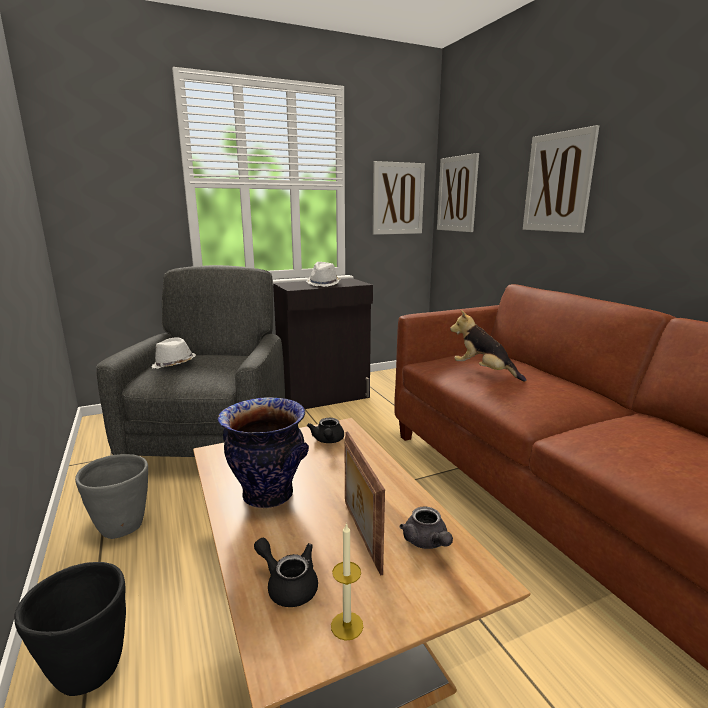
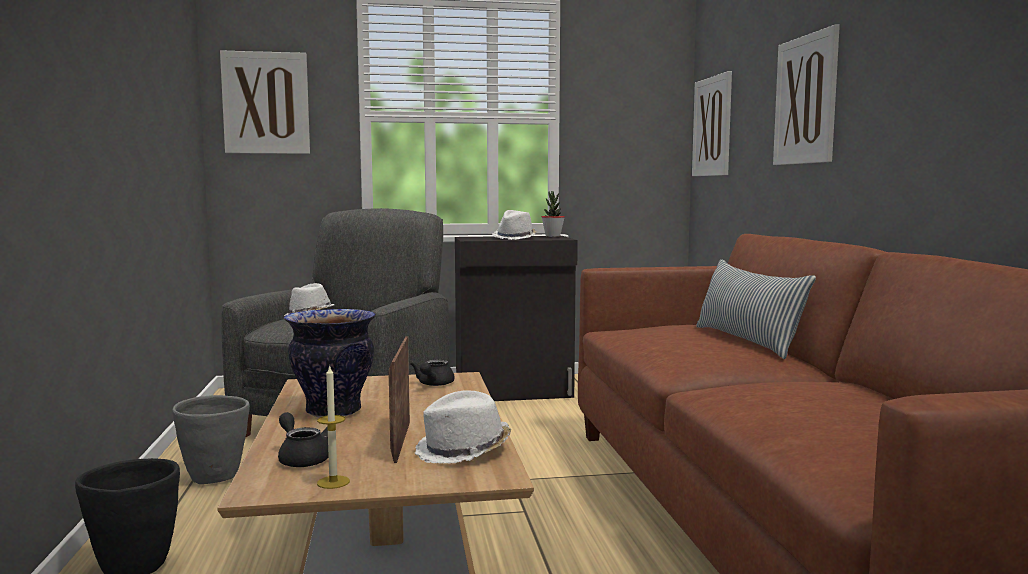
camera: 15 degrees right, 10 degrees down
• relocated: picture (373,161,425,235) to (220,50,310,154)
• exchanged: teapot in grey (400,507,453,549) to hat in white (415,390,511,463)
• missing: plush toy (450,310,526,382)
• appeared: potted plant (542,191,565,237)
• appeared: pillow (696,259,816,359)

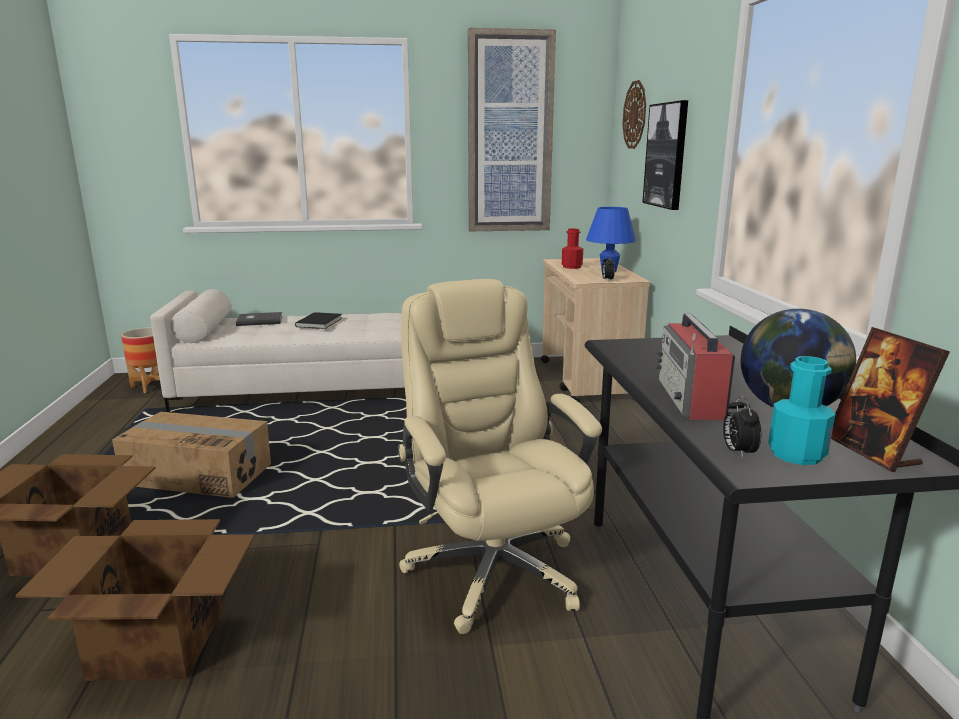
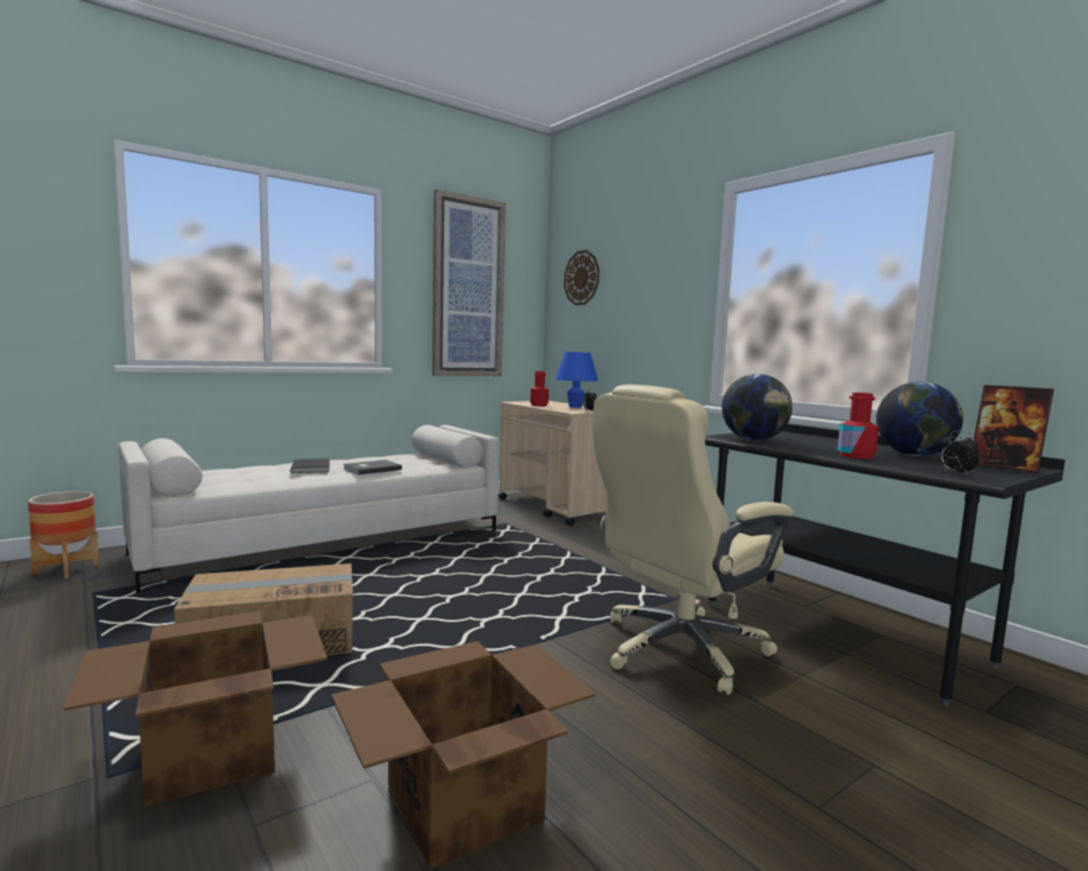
camera: 30 degrees left, 10 degrees down
• relocated: book in grey (236,312,282,326) to (343,460,402,475)
• spun: office chair in beige (398,279,602,634) = (593,384,794,695) 75 degrees counterclockwise
• missing: picture (642,100,688,210)
• exchanged: radio (656,314,735,420) to bottle in red (837,392,879,459)
• missing: bottle in turquoise (768,356,835,465)
• appeared: globe (722,374,792,440)

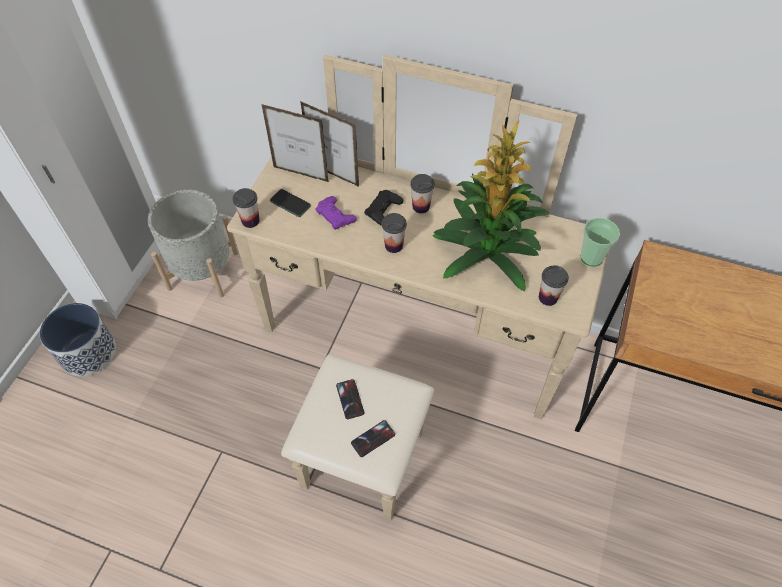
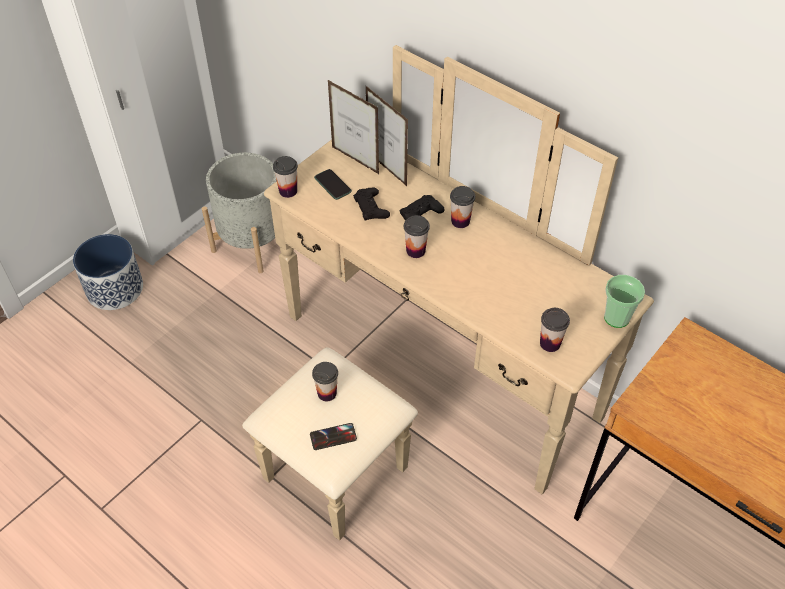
camera: 20 degrees right, 5 degrees down
• colour: game controller in purple (315,196,357,230) to game controller in black (353,188,390,221)
• exchanged: phone (336,379,365,419) to cup (312,362,338,402)
• missing: potted plant (432,120,549,292)

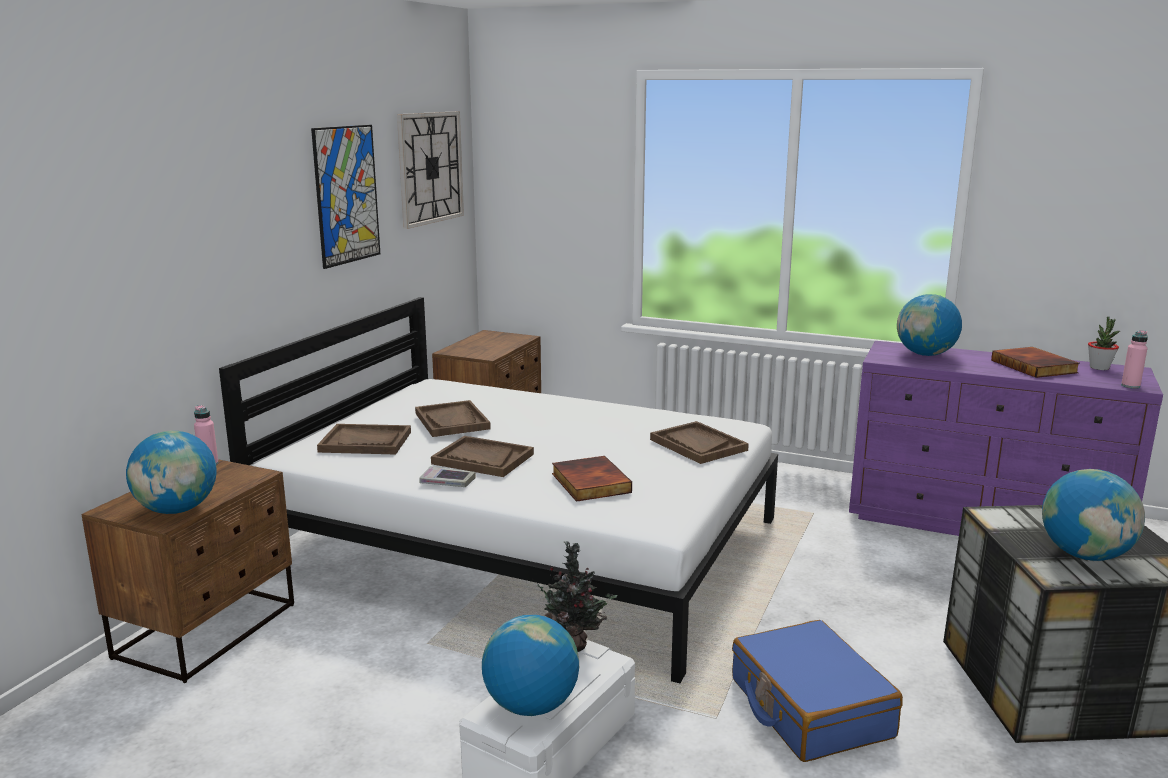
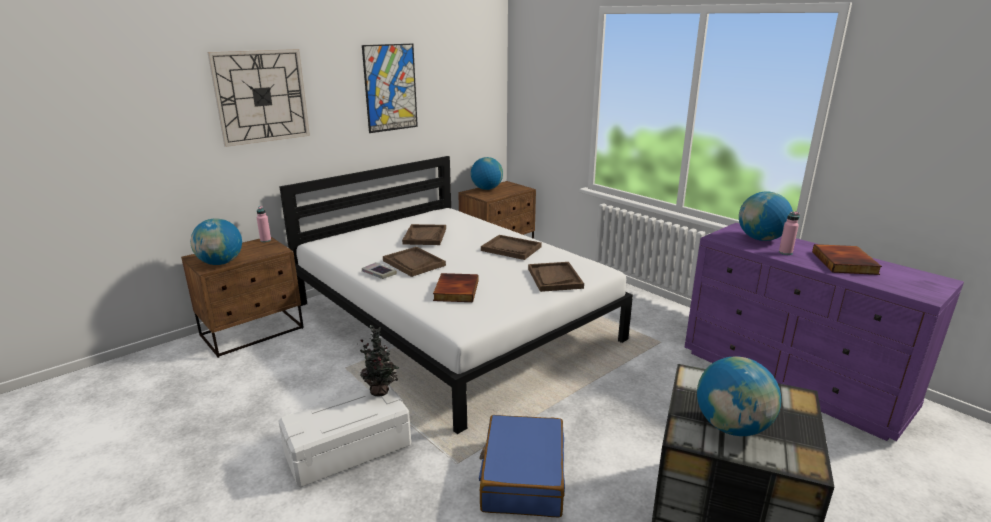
camera: 25 degrees right, 5 degrees up
• relocated: tray in brown (317,424,411,455) to (481,235,542,260)
• relocated: wall clock (397,111,464,229) to (207,49,310,147)
• relocated: globe (482,615,579,716) to (471,157,503,190)
• missing: potted plant (1088,317,1120,370)
• relocated: bottle in pink (1121,330,1148,389) to (779,211,800,255)

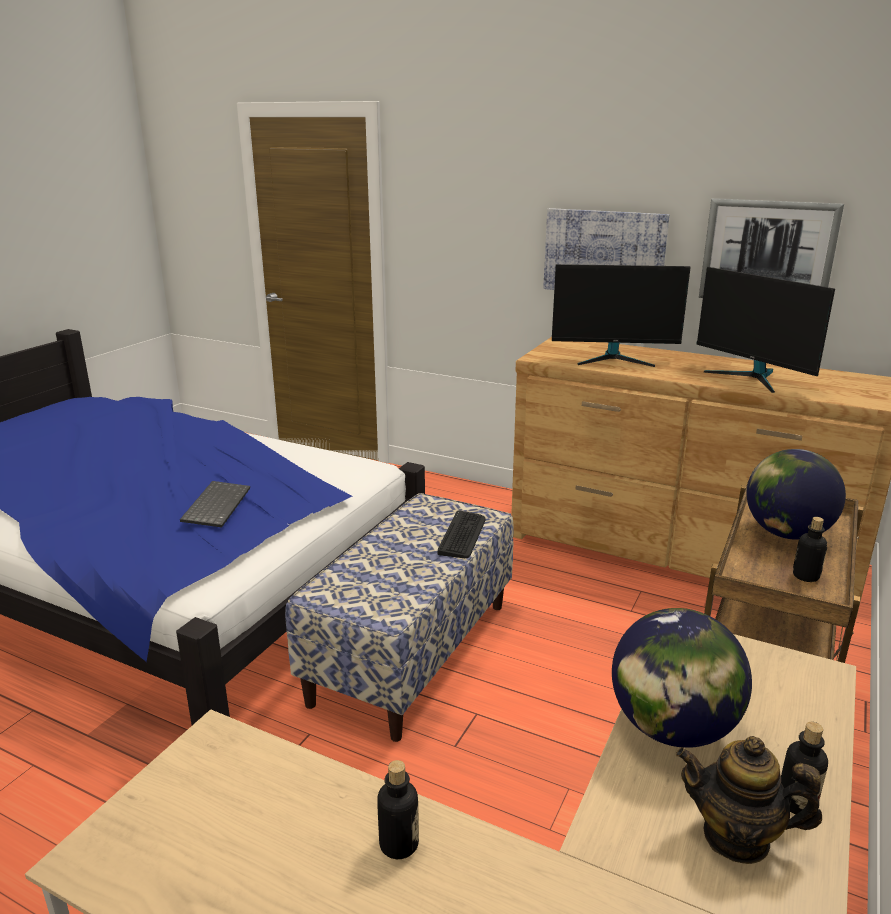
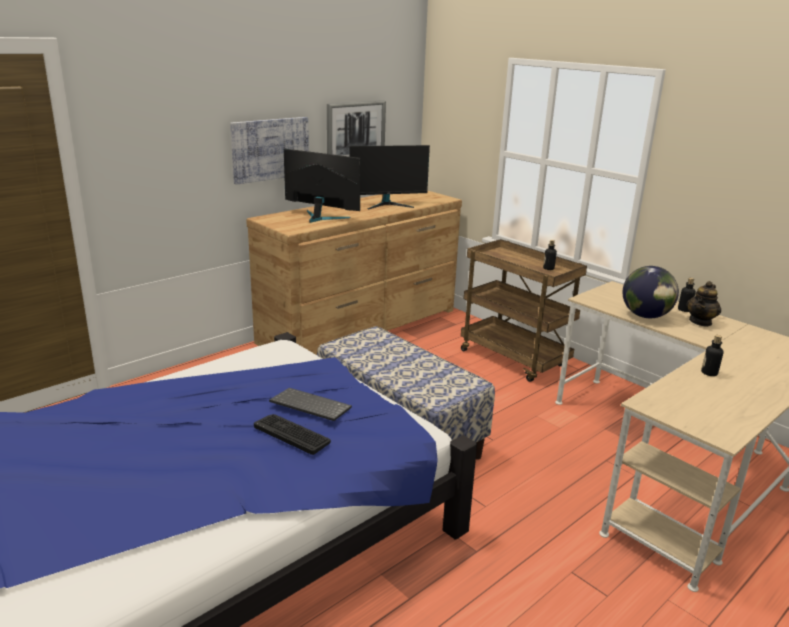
camera: 70 degrees left, 0 degrees up
• relocated: keyboard (438,510,486,558) to (254,414,331,455)
• spun: monitor (552,264,691,367) = (284,149,361,223) 90 degrees counterclockwise
• missing: globe (747,449,846,540)

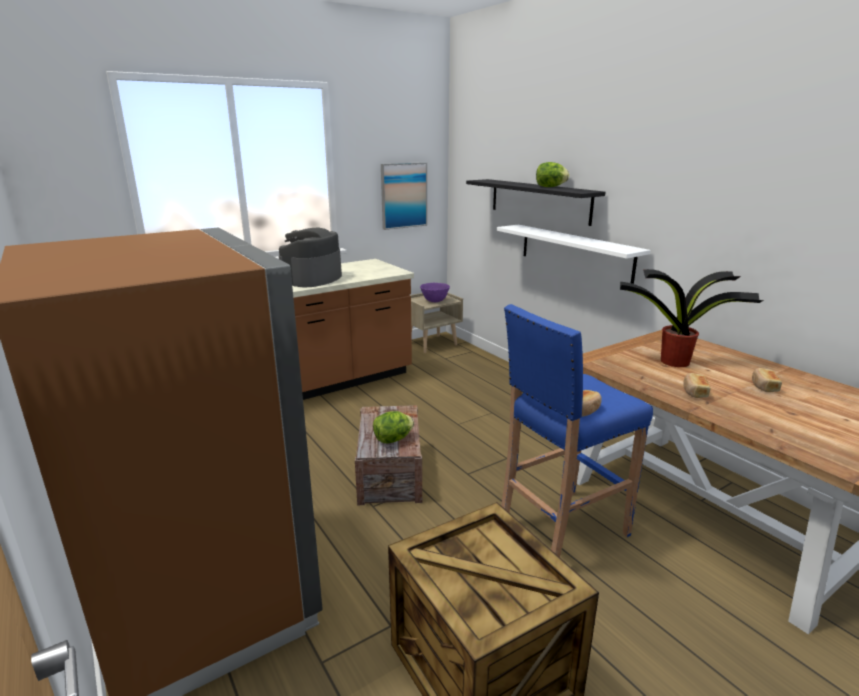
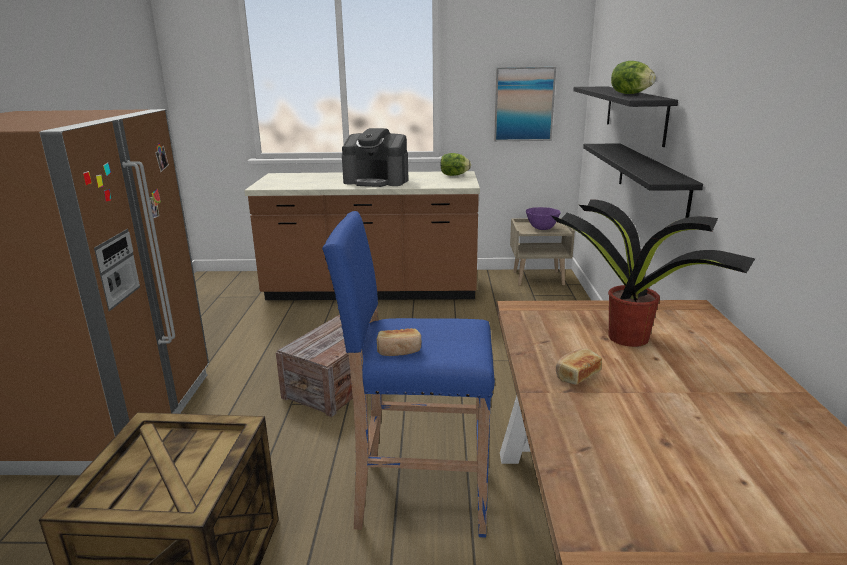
camera: 35 degrees right, 0 degrees up
• spun: coffee machine (279,228,342,287) = (342,128,408,187) 135 degrees counterclockwise
• relocated: lettuce (373,411,414,443) to (440,153,471,176)
• colour: shelf in white (496,225,651,284) to shelf in black (583,143,703,231)
• missing: bread (752,368,782,392)

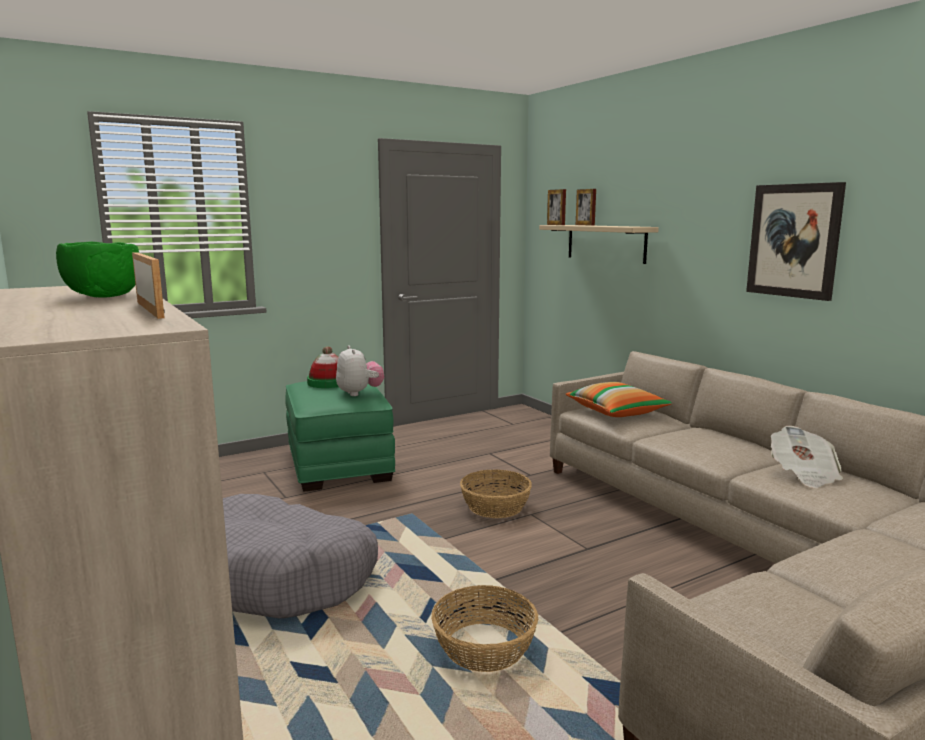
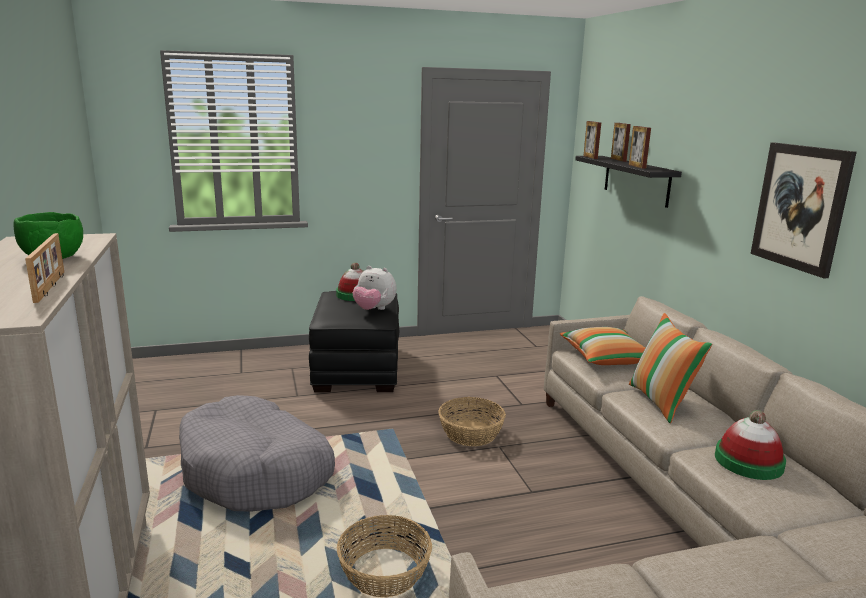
camera: 15 degrees right, 5 degrees up
• colour: ottoman in green (285,381,395,492) to ottoman in black (309,291,399,392)
• spun: plush toy (336,345,384,396) = (353,266,396,310) 120 degrees clockwise
• colour: shelf in beige (539,225,659,264) to shelf in black (575,156,682,208)
• exchanged: newspaper (771,426,843,488) to hat (715,410,786,480)
• appeared: picture frame (629,126,651,169)
• appeared: pillow (629,313,712,423)

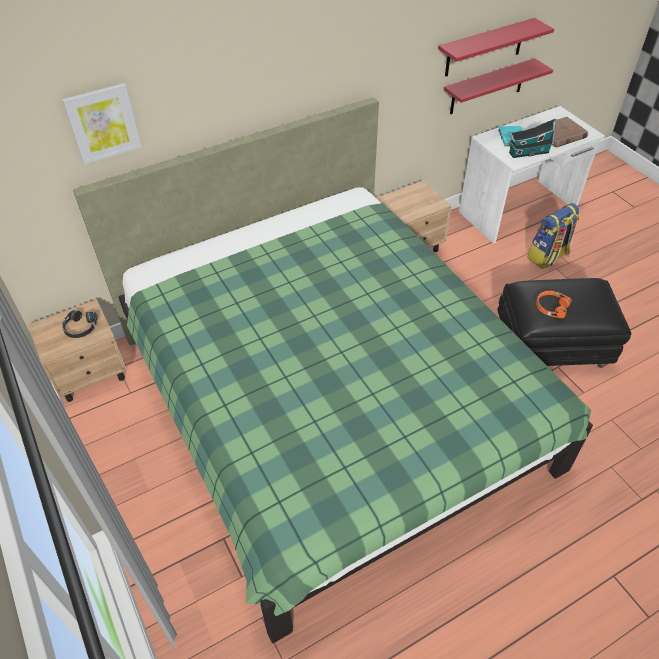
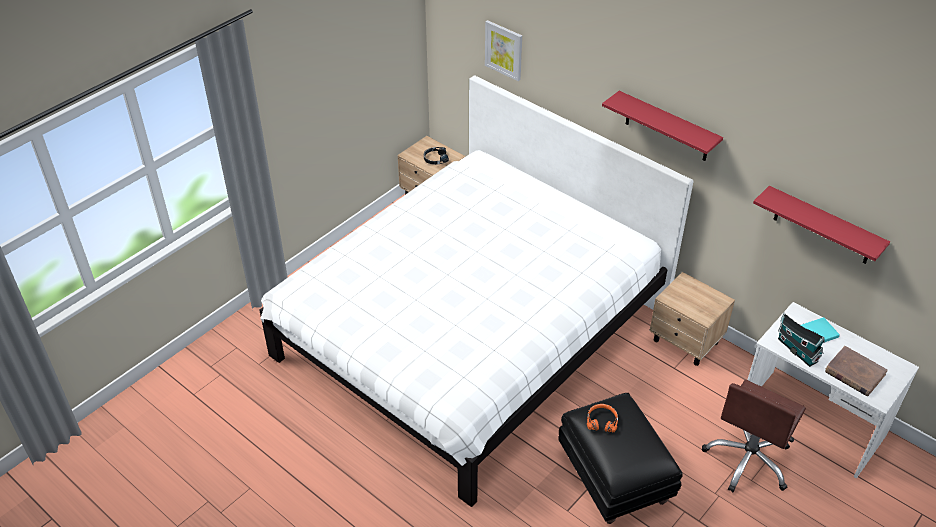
camera: 70 degrees right, 5 degrees down
• colour: bed in green (73,97,593,643) to bed in white (259,75,694,507)
• relocated: shelf in red (444,58,553,114) to (602,91,723,161)
• exchanged: backpack (527,203,579,269) to office chair in brown (702,380,806,492)

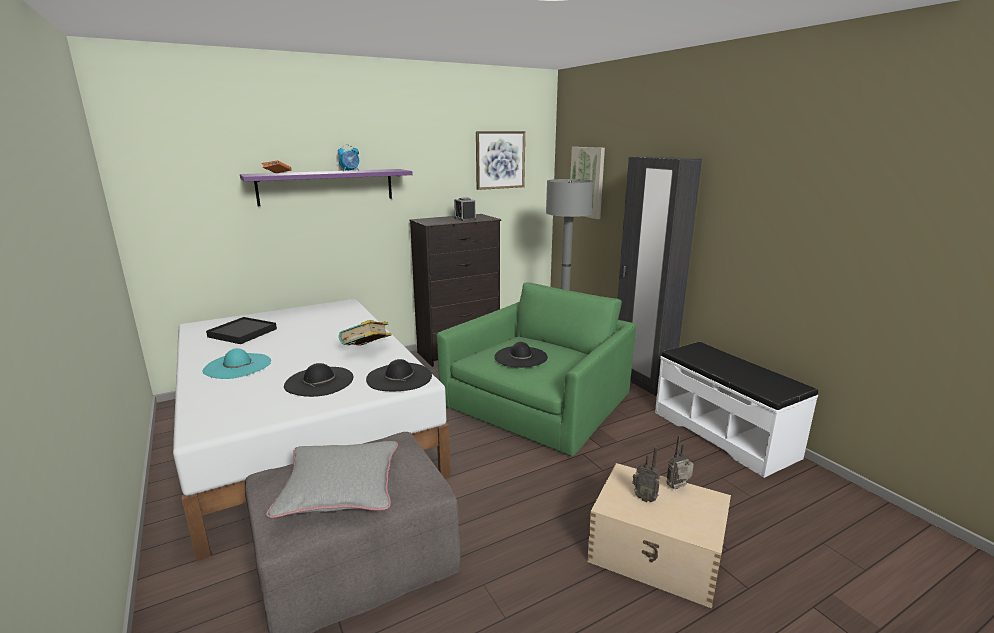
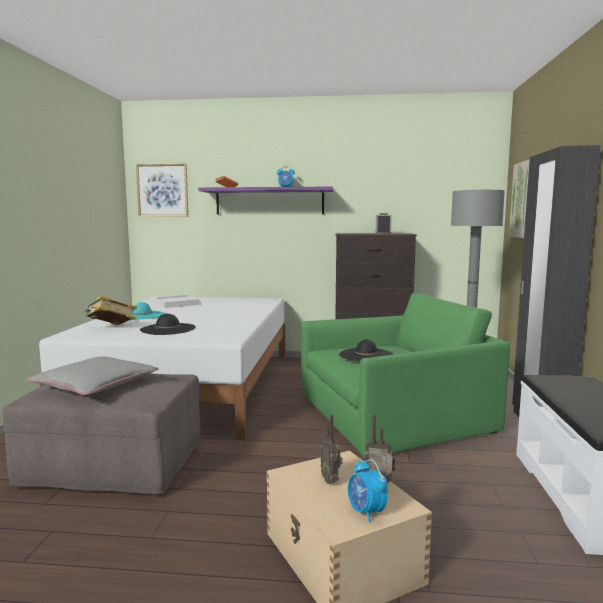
camera: 35 degrees right, 10 degrees down
• colour: tray in black (206,317,277,344) to tray in white (155,295,200,308)
• relocated: book (339,320,392,346) to (84,296,137,325)
• missing: hat in black (366,359,432,391)
• relocated: picture (476,131,525,190) to (136,164,189,217)
• appeared: alarm clock (348,459,388,523)

